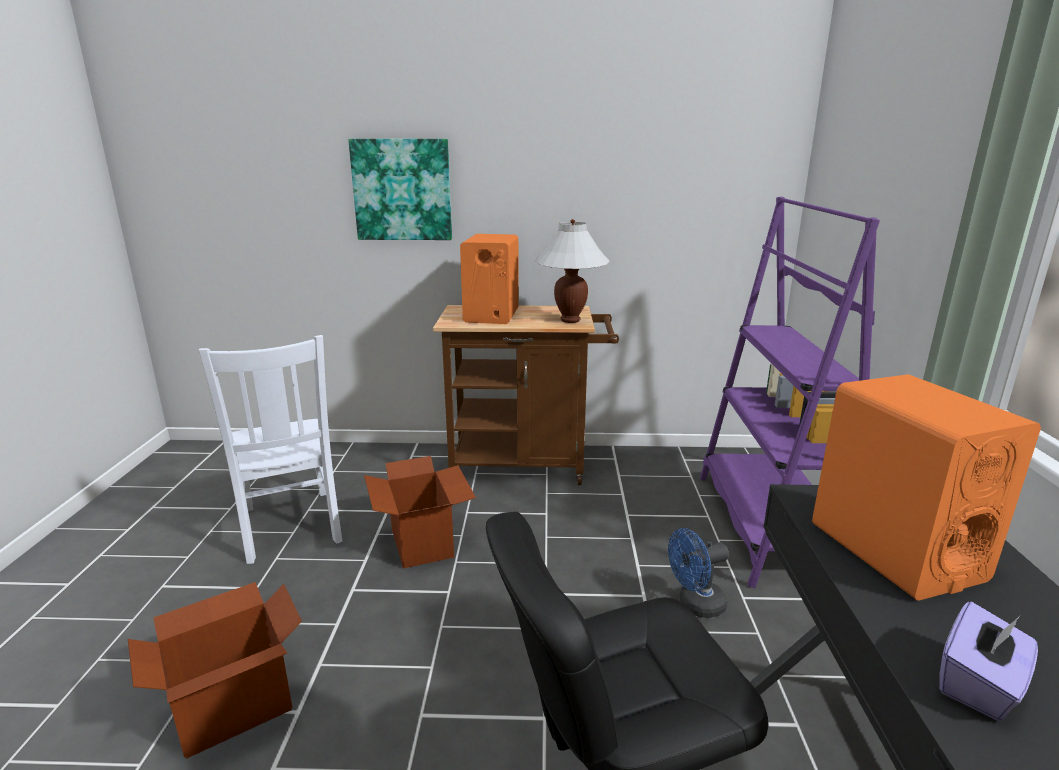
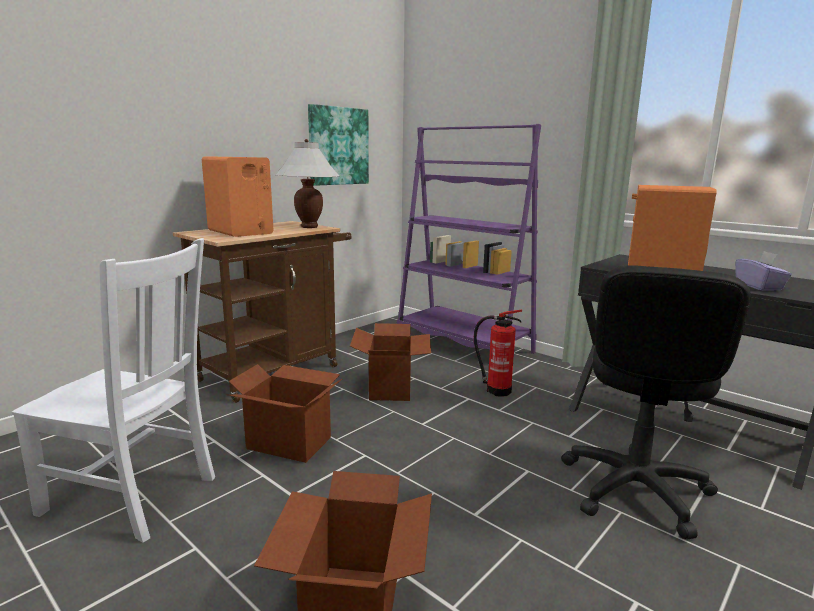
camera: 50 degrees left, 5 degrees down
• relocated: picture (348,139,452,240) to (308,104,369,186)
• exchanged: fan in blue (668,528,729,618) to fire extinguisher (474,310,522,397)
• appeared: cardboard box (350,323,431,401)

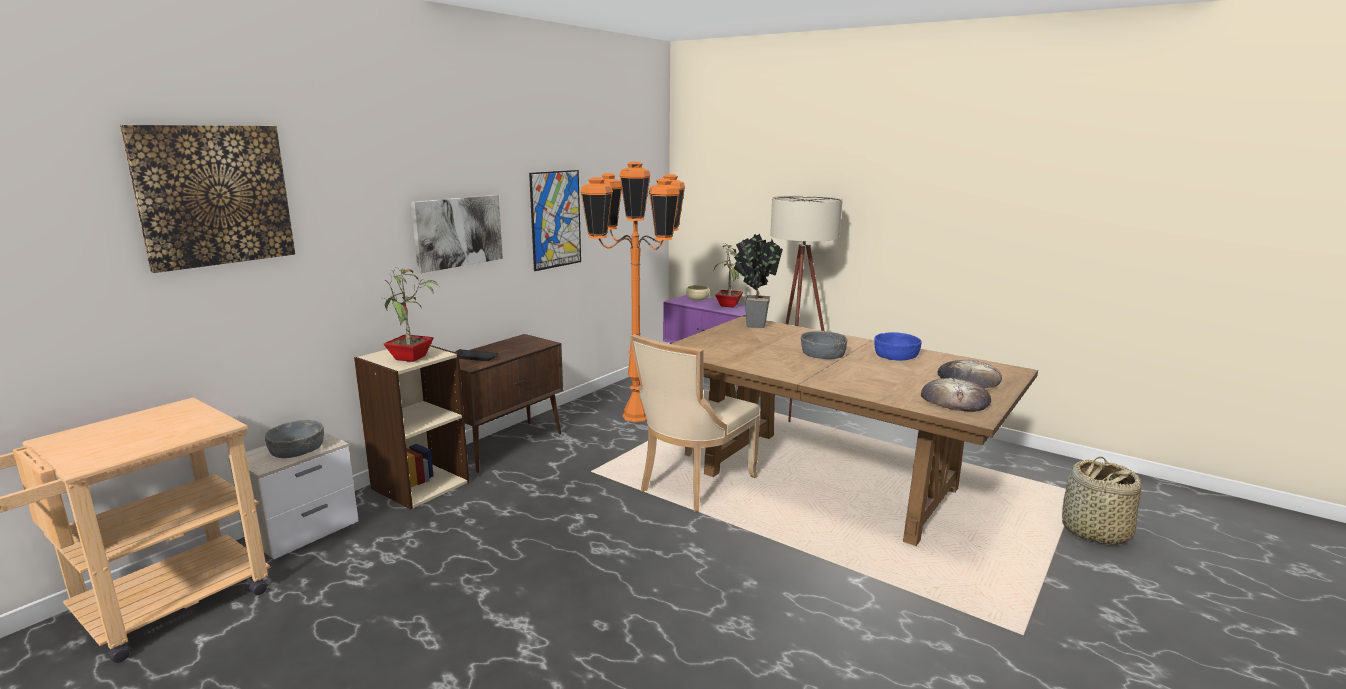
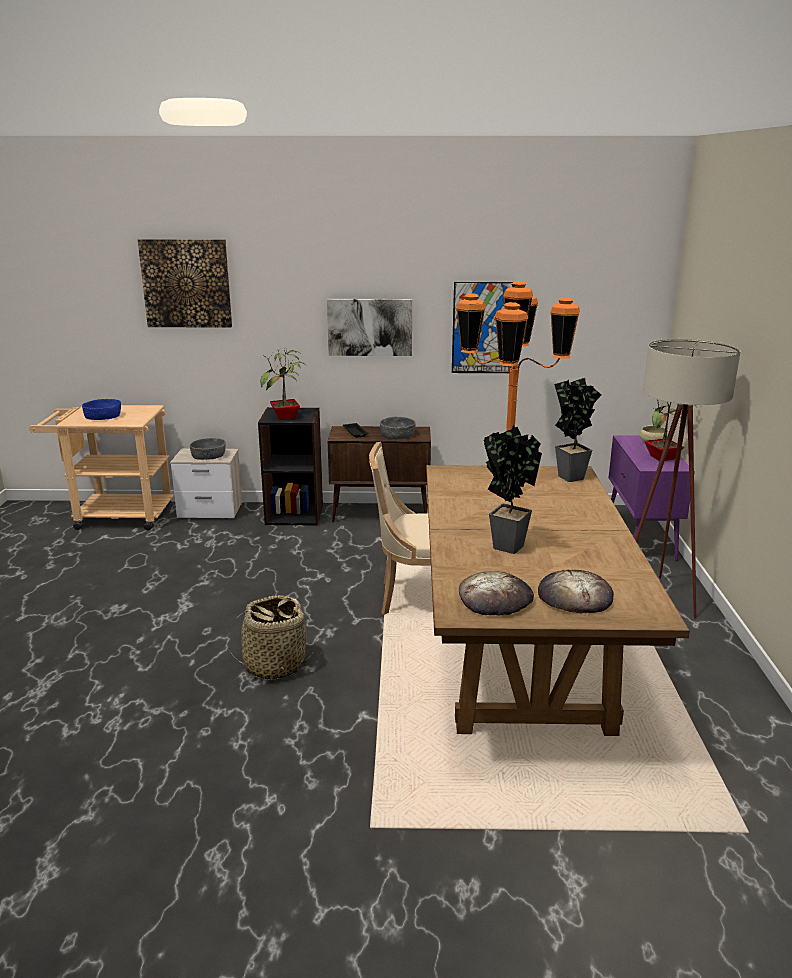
camera: 55 degrees right, 5 degrees up
• colour: bookcase in beige (354,345,469,509) to bookcase in black (258,407,323,526)
• relocated: bowl in grey (801,331,847,359) to (380,417,416,439)
• relocated: bowl in blue (874,332,922,361) to (82,399,121,420)
• relocated: basket (1062,456,1141,545) to (227,595,314,680)
• appeared: potted plant (484,425,542,554)

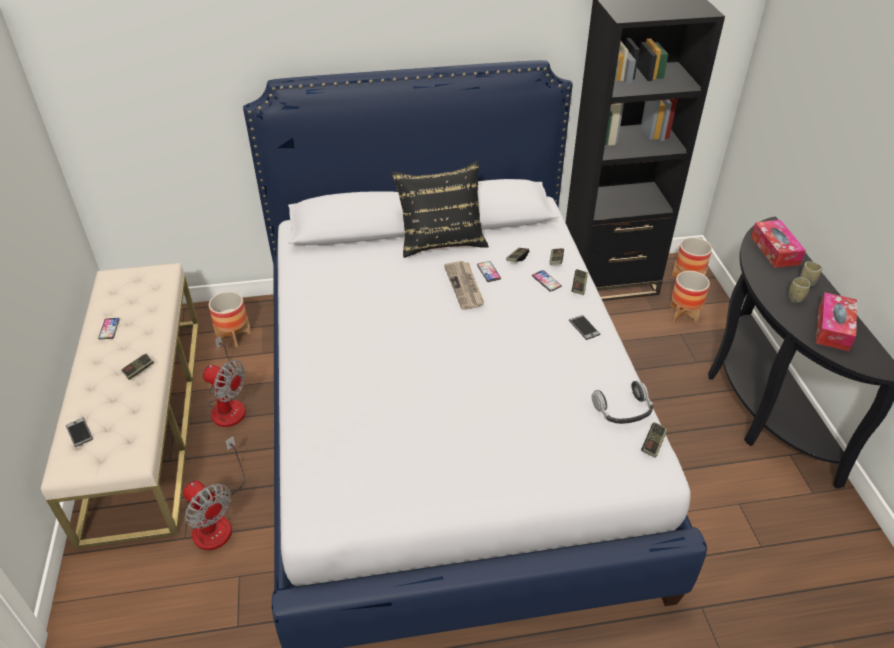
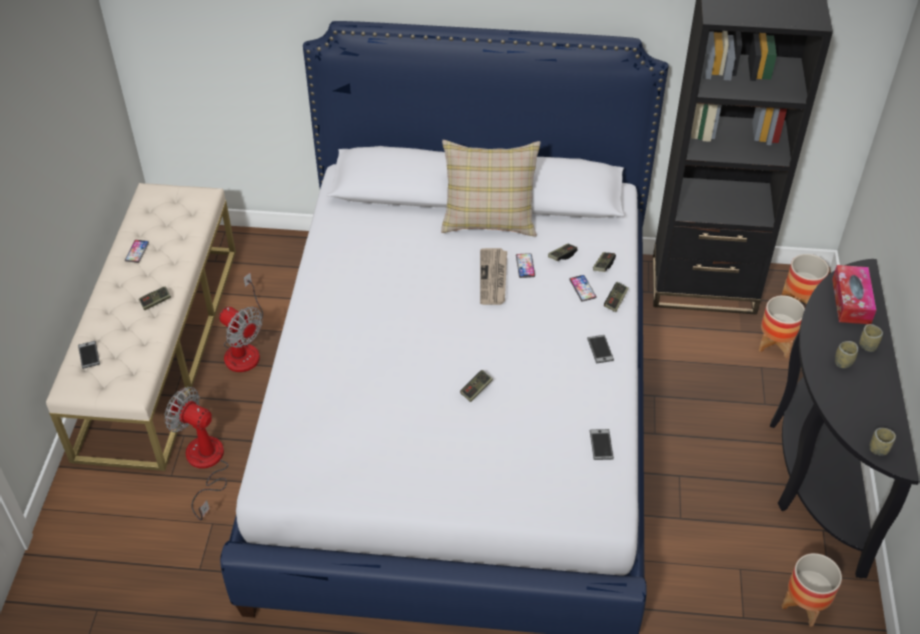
camera: 15 degrees right, 5 degrees up
• spun: fan (183,436,245,550) = (164,387,228,521) 150 degrees clockwise
• relocated: planter (209,291,251,348) to (782,553,842,627)
• colour: pillow in black (391,161,489,258) to pillow in beige (441,140,541,237)
• exchanged: headphones (591,380,653,424) to phone (590,429,614,460)
• relocated: game controller (641,422,668,458) to (460,370,493,402)
• missing: tissue box (816,292,857,351)
• appeared: cup (869,428,896,456)

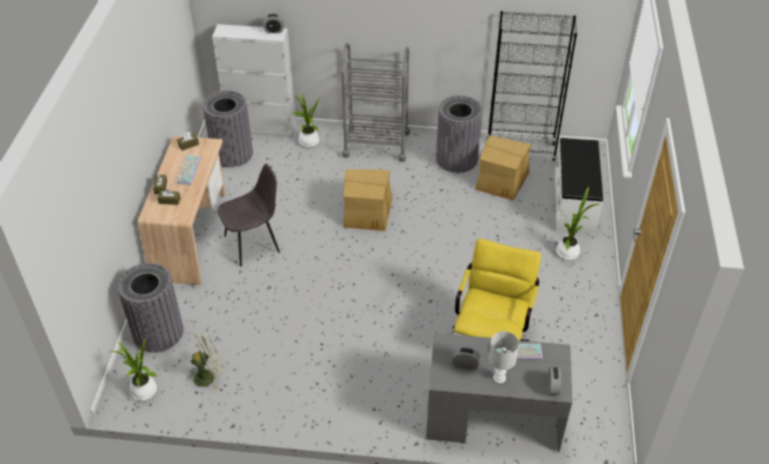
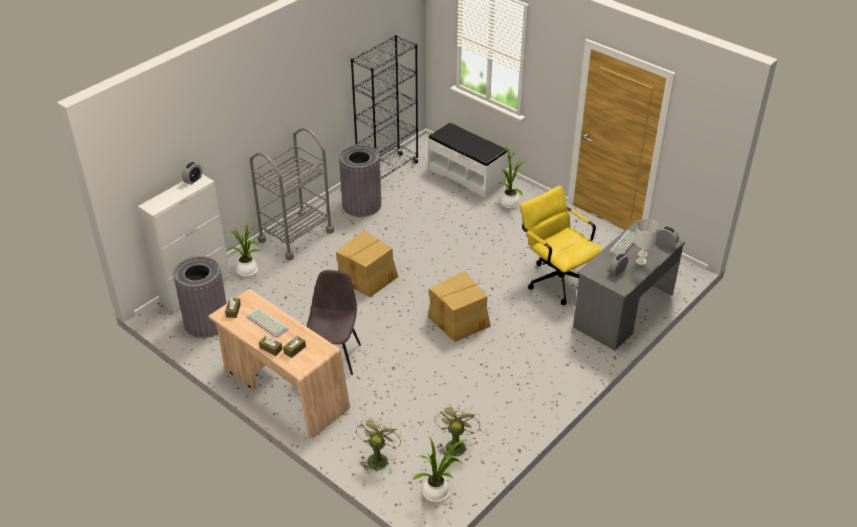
camera: 55 degrees left, 5 degrees down
• exchanged: trash can in grey (117,263,184,353) to fan in green (356,417,402,474)
• relocated: cardboard box (475,135,531,201) to (428,271,491,342)

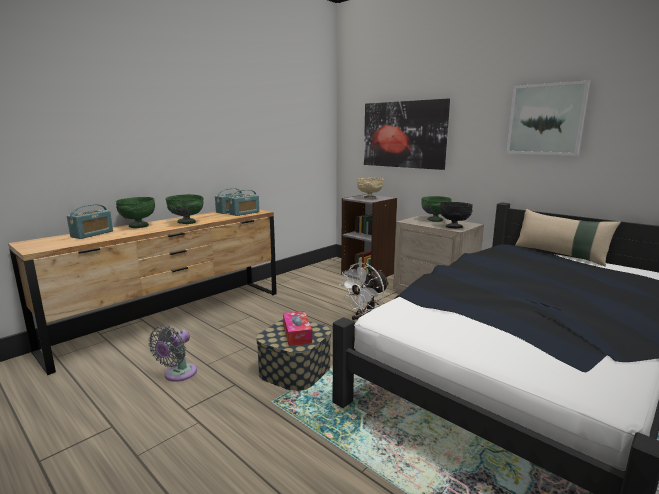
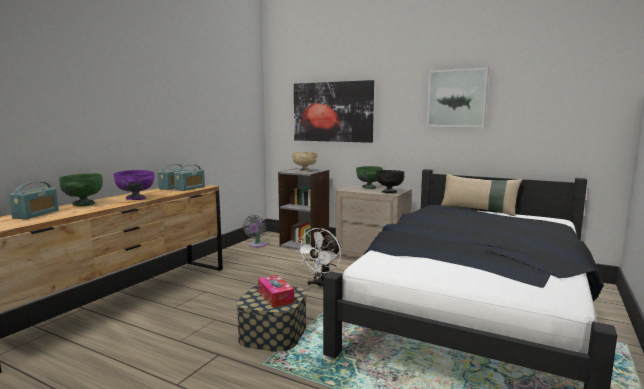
camera: 15 degrees left, 5 degrees down
• relocated: fan in grey (148,326,197,382) to (243,215,267,248)
• colour: bowl in green (165,194,203,224) to bowl in purple (113,170,154,200)

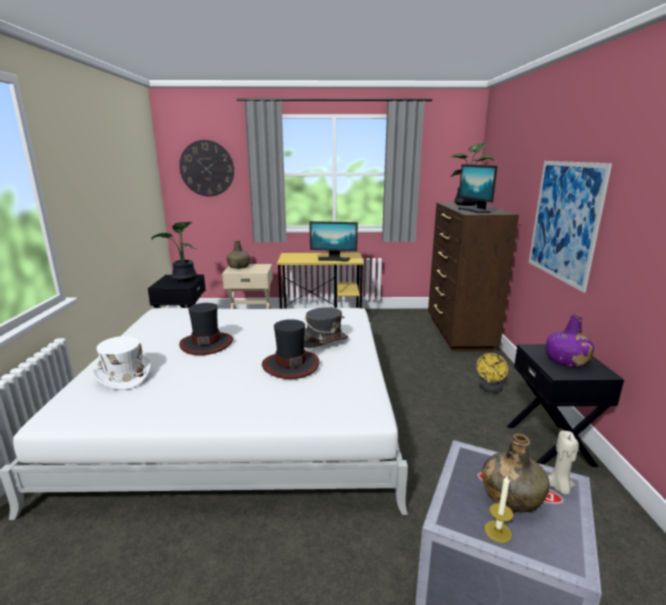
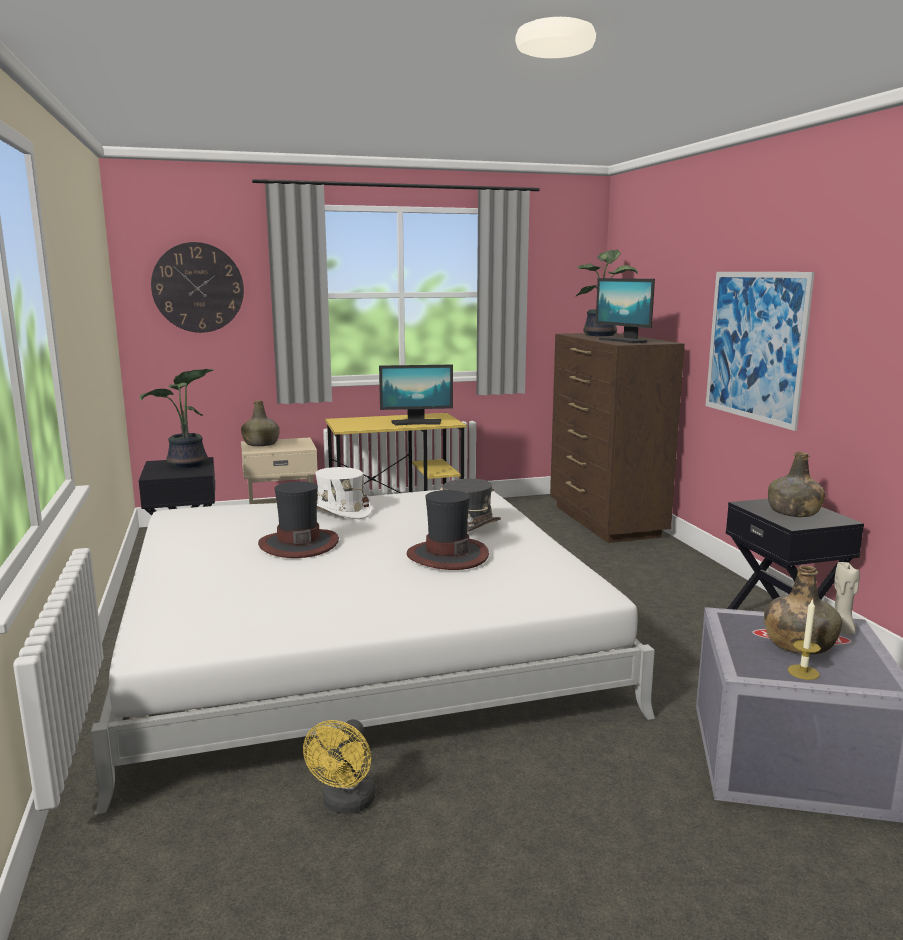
camera: 15 degrees left, 5 degrees down
• relocated: hat in white (92,336,151,390) to (315,467,373,519)
• relocated: fan in yellow (477,353,508,393) to (303,719,376,814)
• colour: bottle in purple (546,314,594,367) to bottle in green (768,452,825,517)

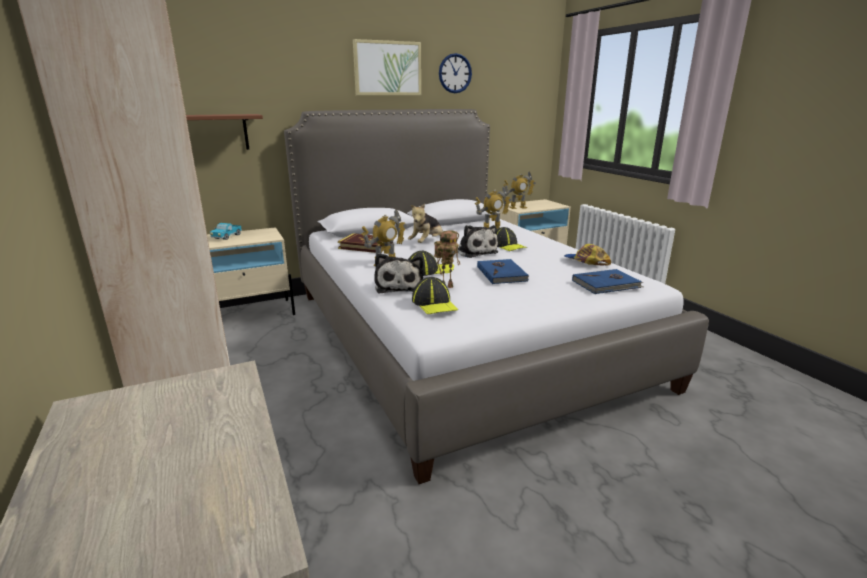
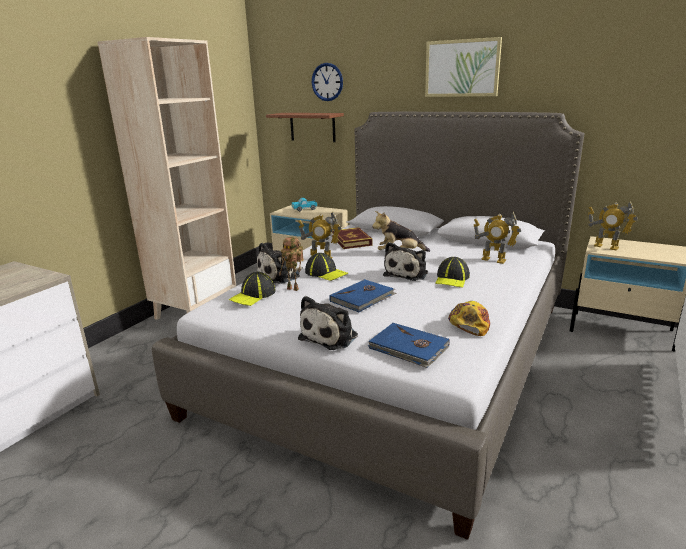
camera: 55 degrees right, 0 degrees up
• relocated: wall clock (439,53,472,93) to (312,63,343,101)
• appeared: plush toy (298,296,358,350)

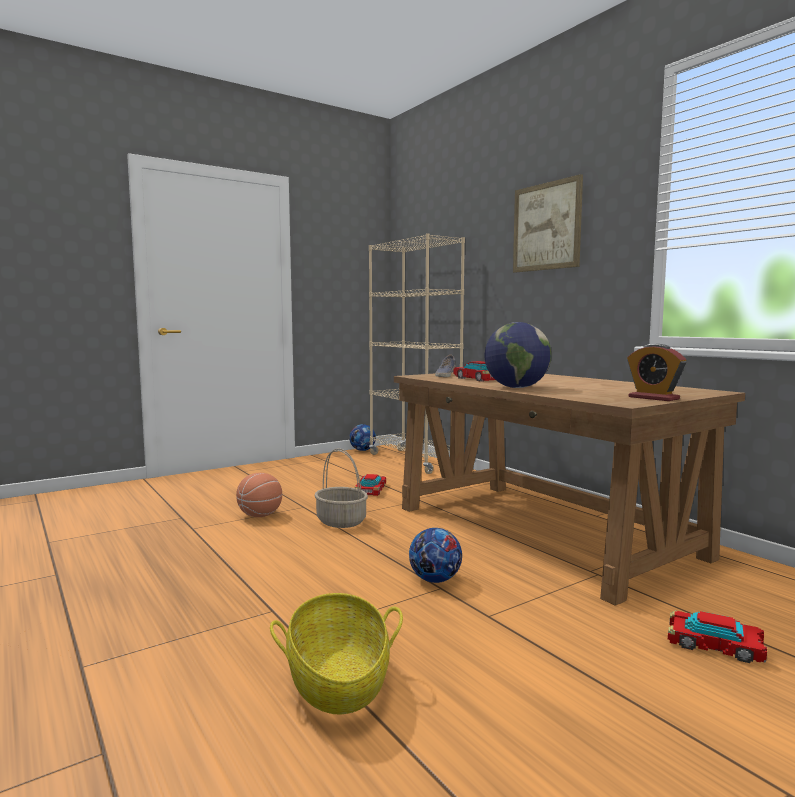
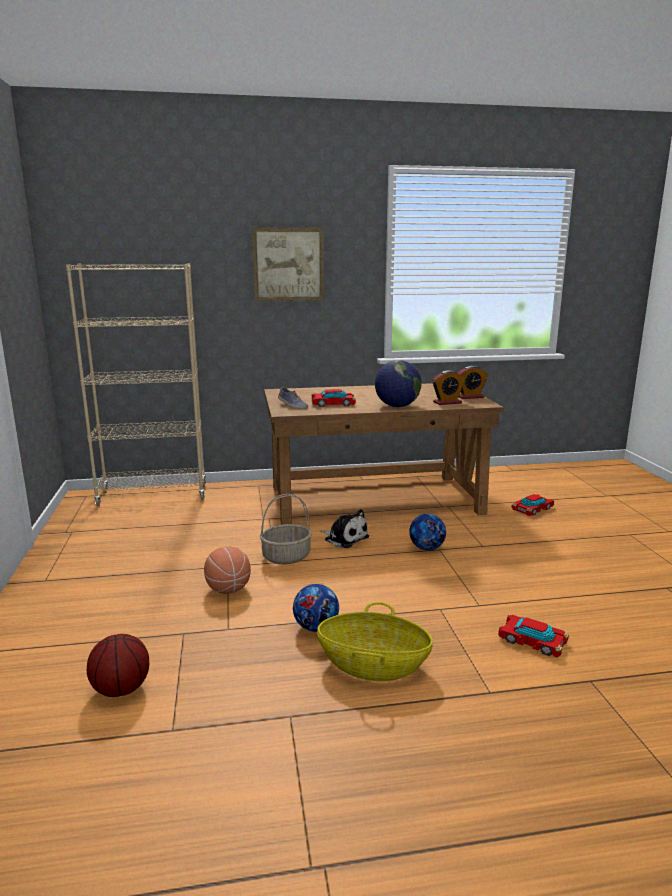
camera: 65 degrees left, 10 degrees up
• relocated: basket (270,593,403,715) to (317,602,433,681)
• relocated: football (349,424,376,451) to (293,584,339,632)
• relocated: toy car (355,474,386,496) to (498,615,569,658)
• appeared: basketball (87,634,149,697)
• appeared: plush toy (321,509,369,548)
• appeared: alarm clock (432,370,465,405)

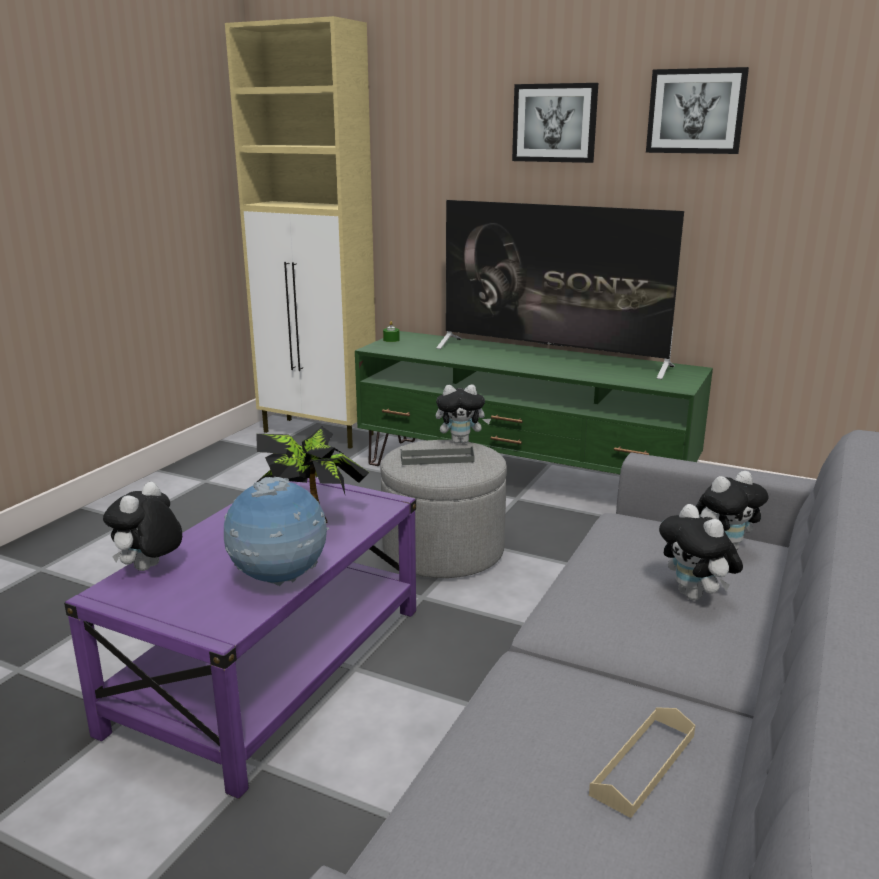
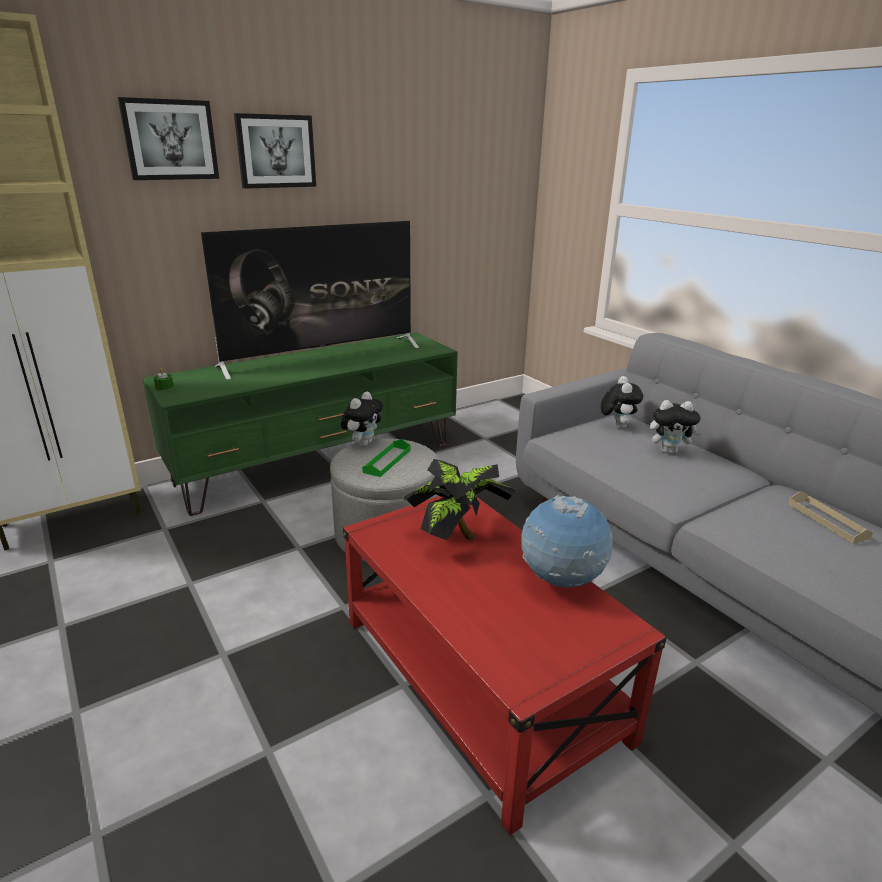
camera: 60 degrees left, 5 degrees up
• colour: coffee table in purple (64,477,416,799) to coffee table in red (343,496,667,835)
• missing: plush toy (103,482,182,571)
• colour: tray in grey (401,446,474,465) to tray in green (362,439,410,477)
• relocated: picture (646,67,749,154) to (118,97,219,180)

